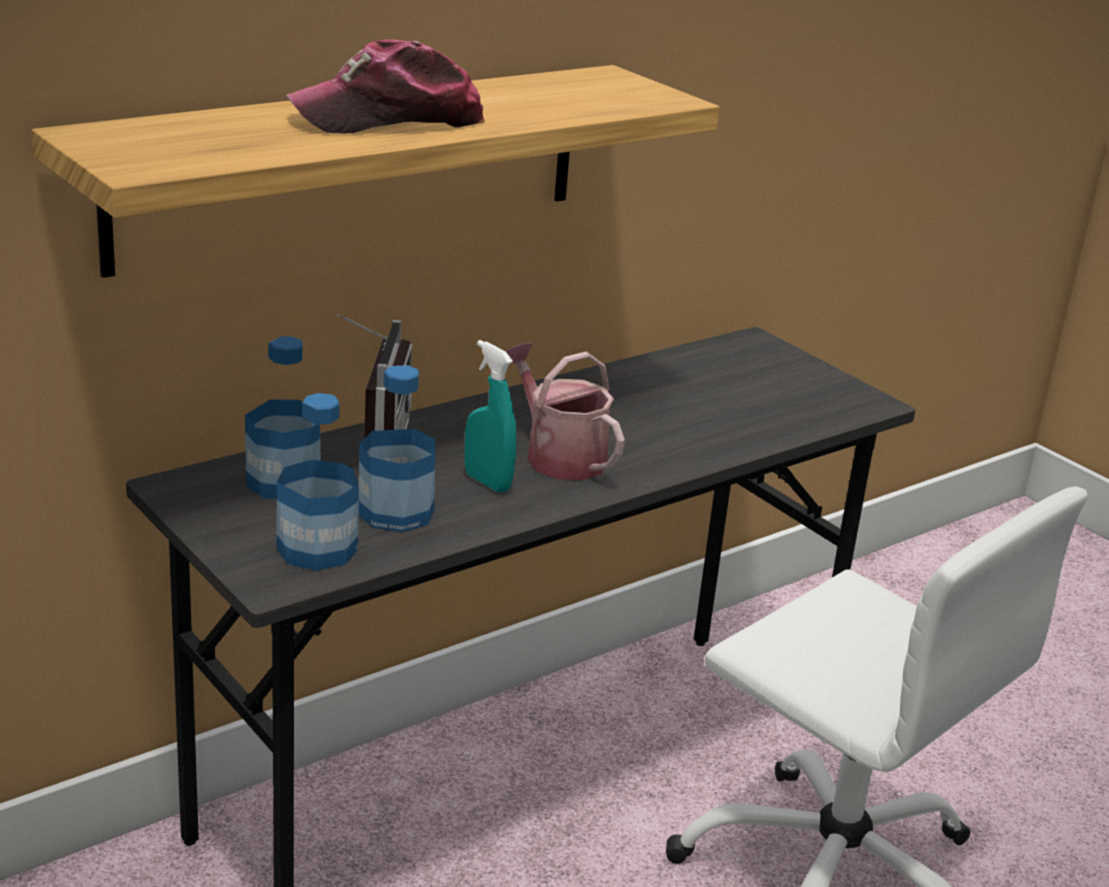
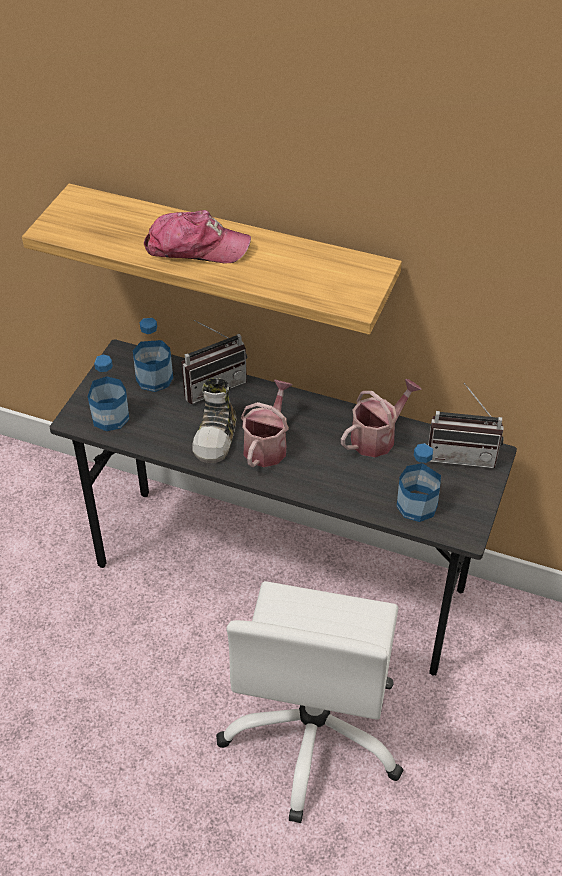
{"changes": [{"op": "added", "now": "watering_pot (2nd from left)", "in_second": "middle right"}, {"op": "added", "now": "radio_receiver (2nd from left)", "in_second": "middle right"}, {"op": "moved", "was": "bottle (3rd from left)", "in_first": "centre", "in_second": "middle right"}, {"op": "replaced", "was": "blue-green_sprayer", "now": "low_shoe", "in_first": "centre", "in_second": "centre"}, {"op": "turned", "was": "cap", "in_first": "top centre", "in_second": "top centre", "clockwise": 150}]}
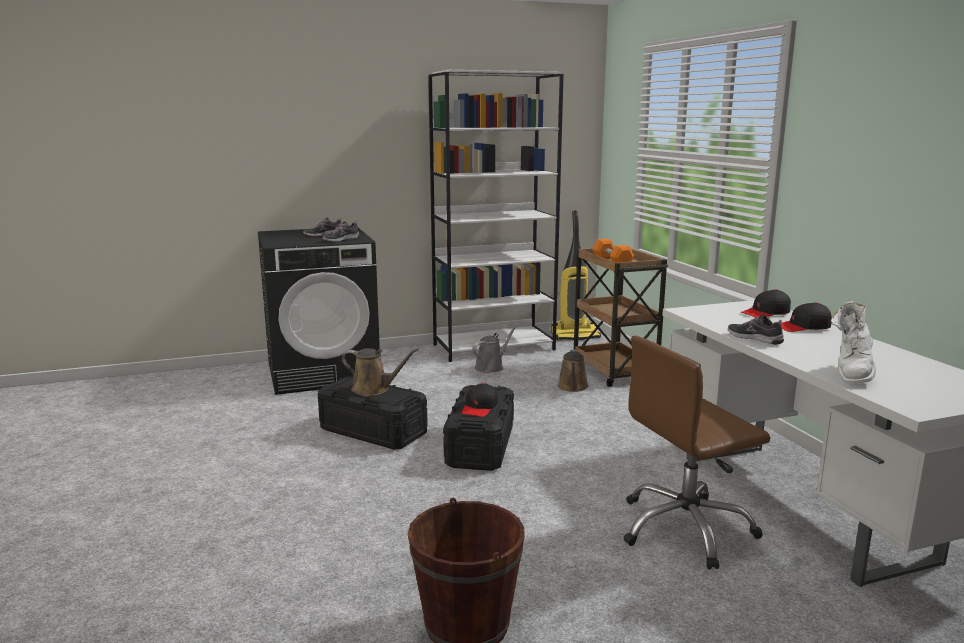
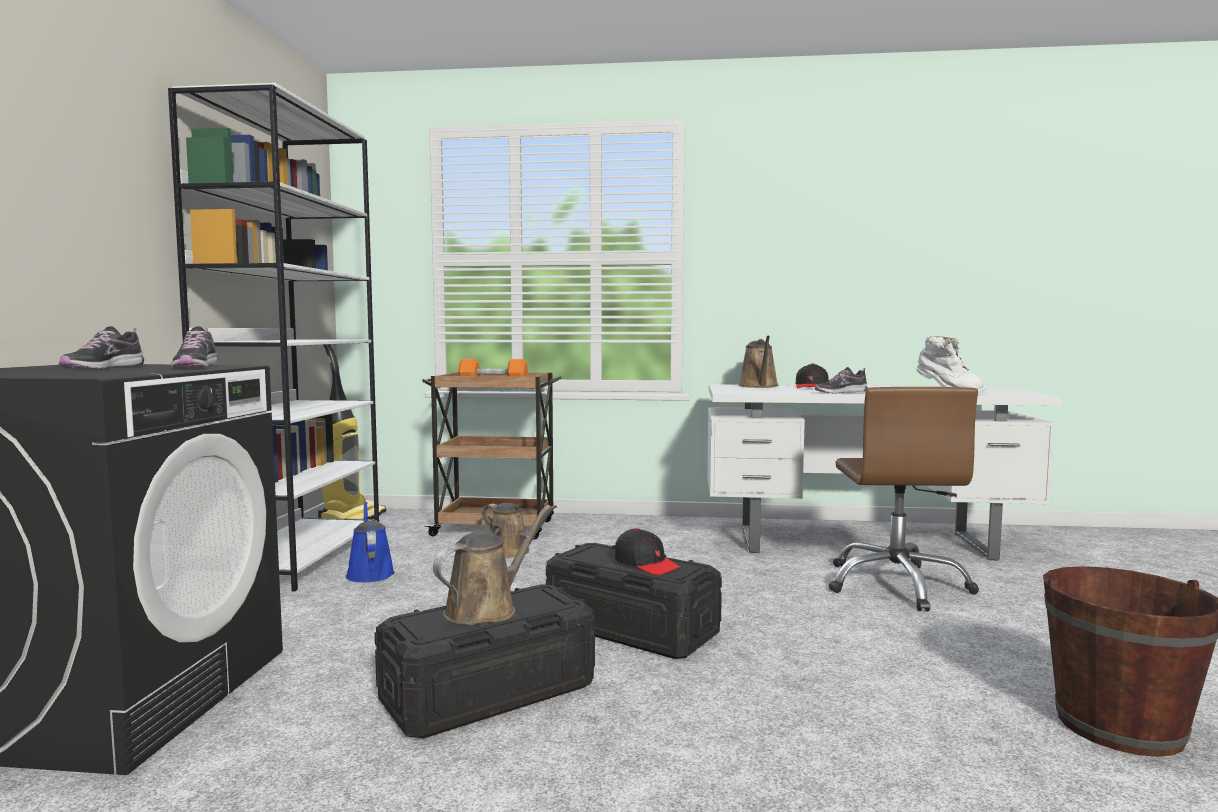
{"changes": [{"op": "replaced", "was": "blackish_cap (2nd from left)", "now": "brown-coloured_watering_pot (3rd from left)", "in_first": "middle right", "in_second": "centre"}, {"op": "recoloured", "was": "grey_watering_pot", "now": "blue-coloured_watering_pot", "in_first": "centre", "in_second": "middle left"}]}
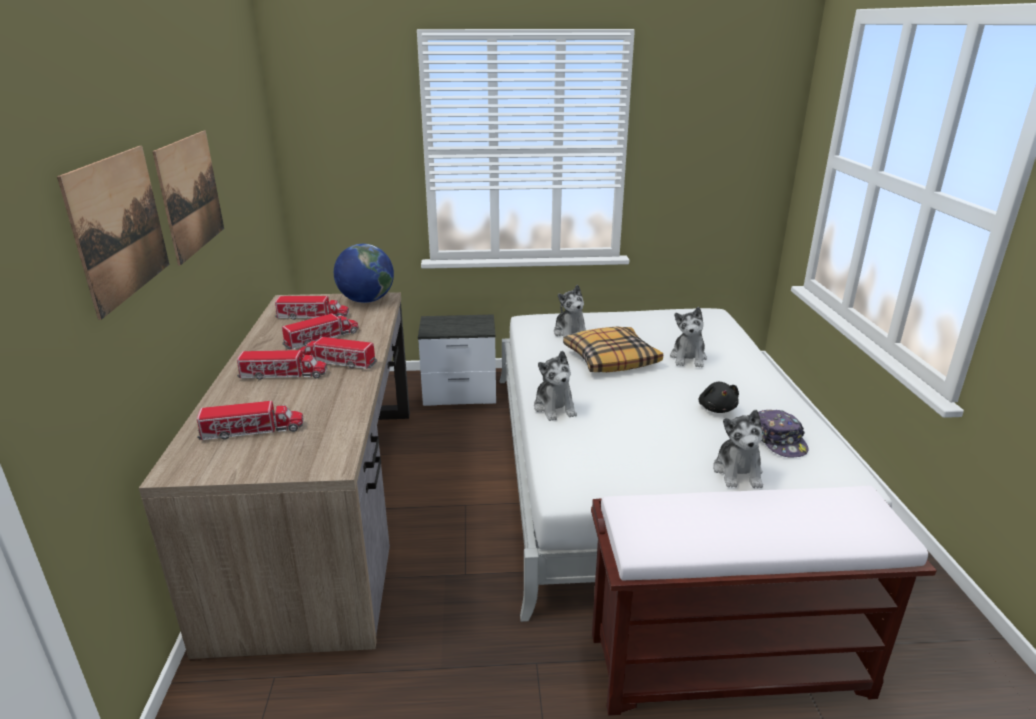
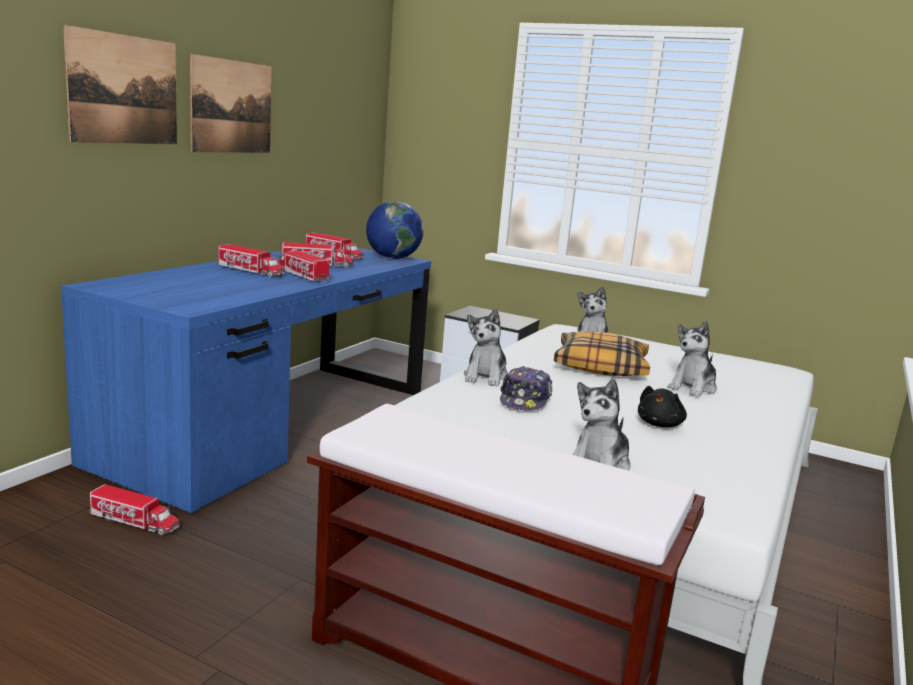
{"changes": [{"op": "moved", "was": "toy_lorry (1st from left)", "in_first": "middle left", "in_second": "bottom left"}, {"op": "moved", "was": "cap", "in_first": "middle right", "in_second": "centre"}, {"op": "recoloured", "was": "brown-coloured_desk_table", "now": "blue-coloured_desk_table", "in_first": "middle left", "in_second": "middle left"}]}
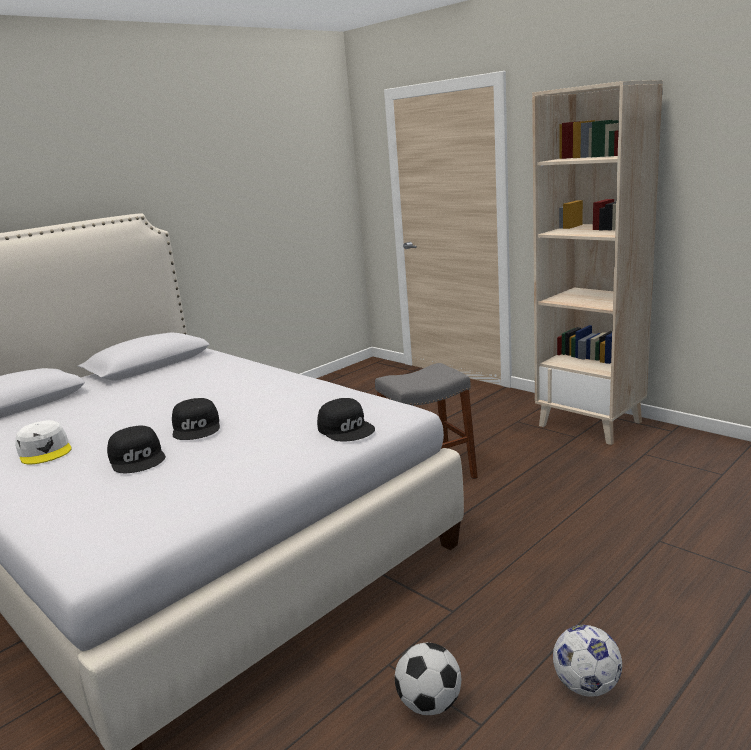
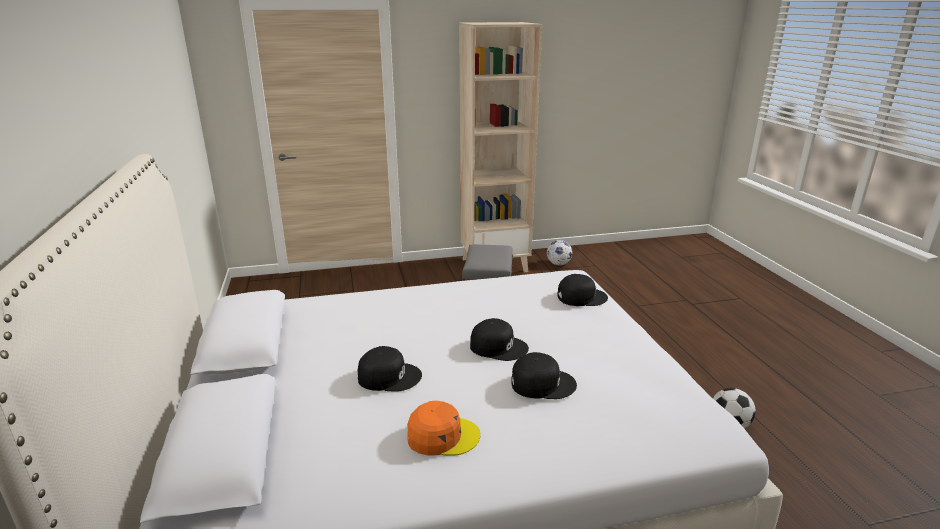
{"changes": [{"op": "added", "now": "blackish_cap (1st from left)", "in_second": "bottom centre"}, {"op": "moved", "was": "football_ball (2nd from left in the first image)", "now": "football_ball (1st from left)", "in_first": "bottom right", "in_second": "centre"}, {"op": "recoloured", "was": "whitish_cap", "now": "orangey_cap", "in_first": "middle left", "in_second": "bottom centre"}]}
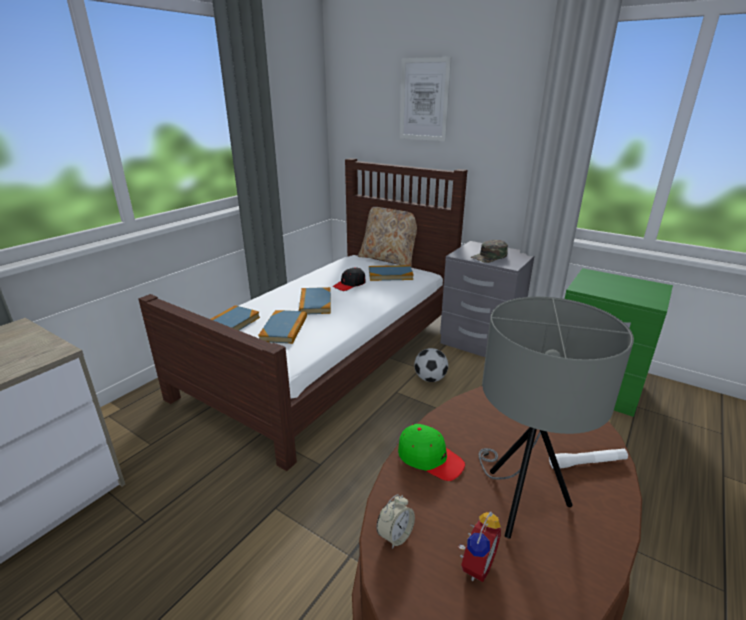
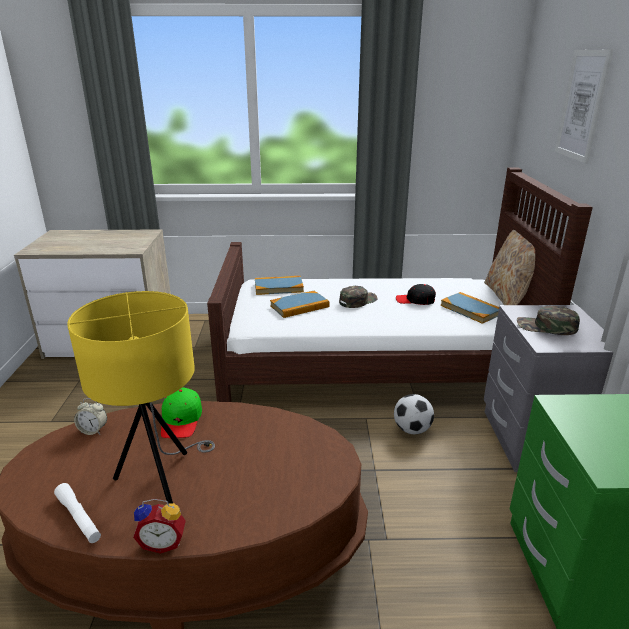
{"changes": [{"op": "moved", "was": "table_clock (2nd from left)", "in_first": "bottom centre", "in_second": "bottom left"}, {"op": "moved", "was": "whitish_torch", "in_first": "bottom right", "in_second": "bottom left"}, {"op": "replaced", "was": "volume (3rd from left)", "now": "green_cap (2nd from left)", "in_first": "centre", "in_second": "centre"}, {"op": "recoloured", "was": "grey_table_lamp", "now": "yellowish_table_lamp", "in_first": "bottom right", "in_second": "middle left"}]}
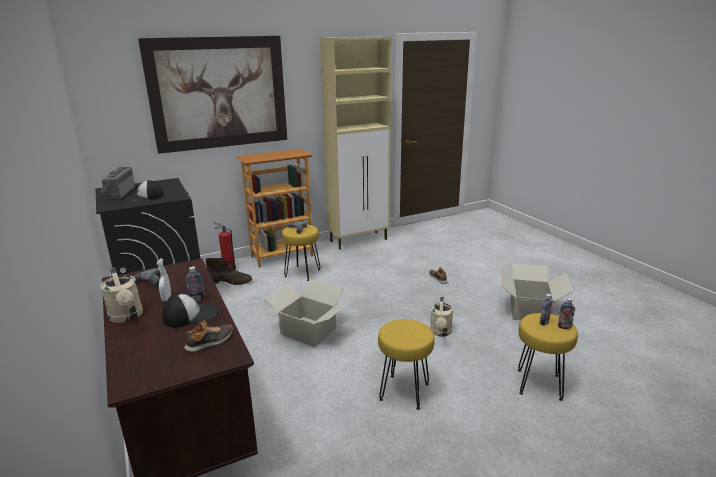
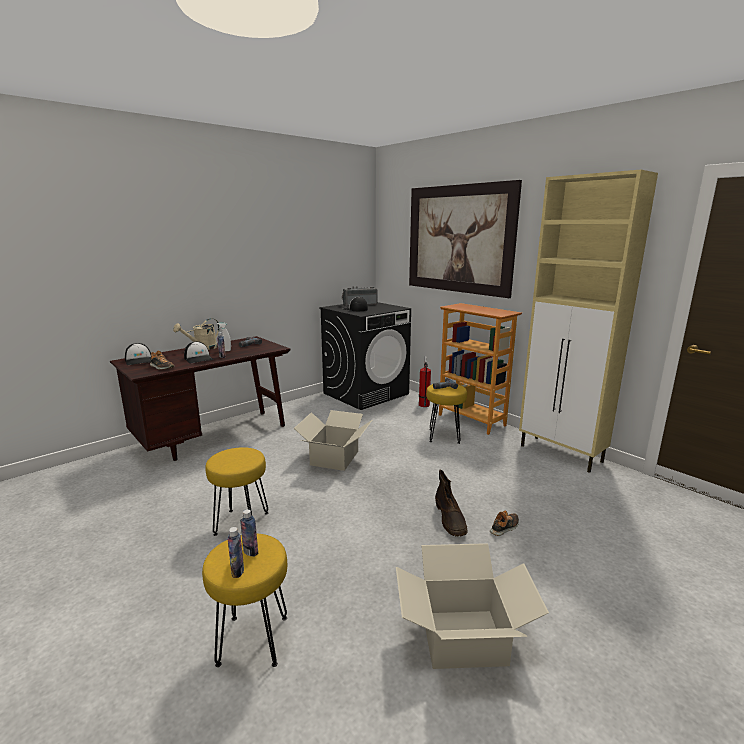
{"changes": [{"op": "removed", "was": "beige_watering_pot (2nd from left)", "in_first": "centre"}, {"op": "added", "now": "cap (1st from left)", "in_second": "middle left"}, {"op": "moved", "was": "brown-coloured_boot", "in_first": "middle left", "in_second": "bottom centre"}]}
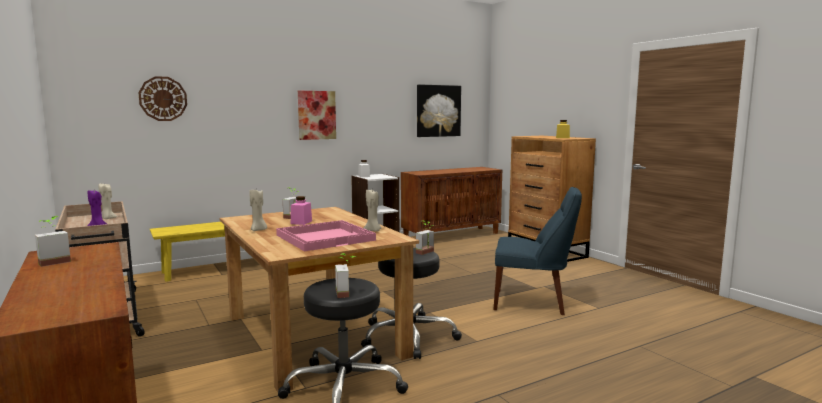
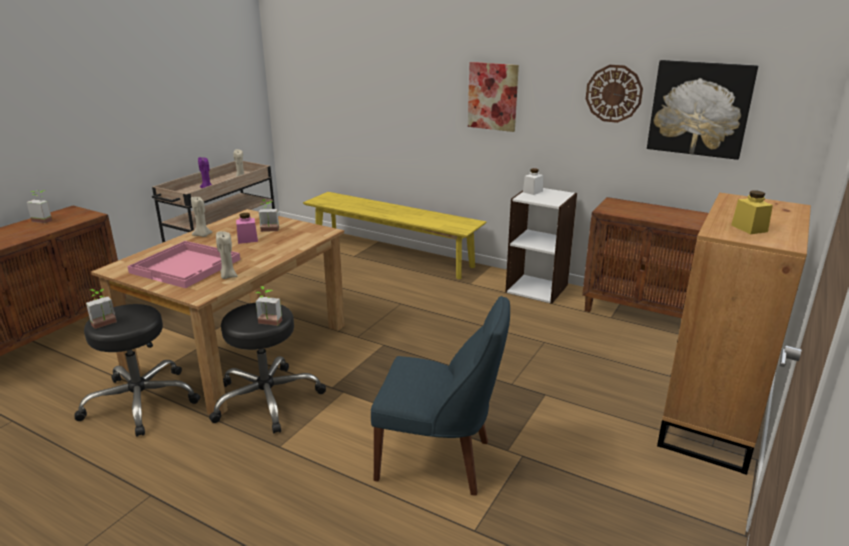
{"changes": [{"op": "moved", "was": "clock_on_the_wall", "in_first": "top left", "in_second": "top right"}, {"op": "turned", "was": "blue-coloured_chair", "in_first": "centre", "in_second": "bottom centre", "clockwise": -60}]}
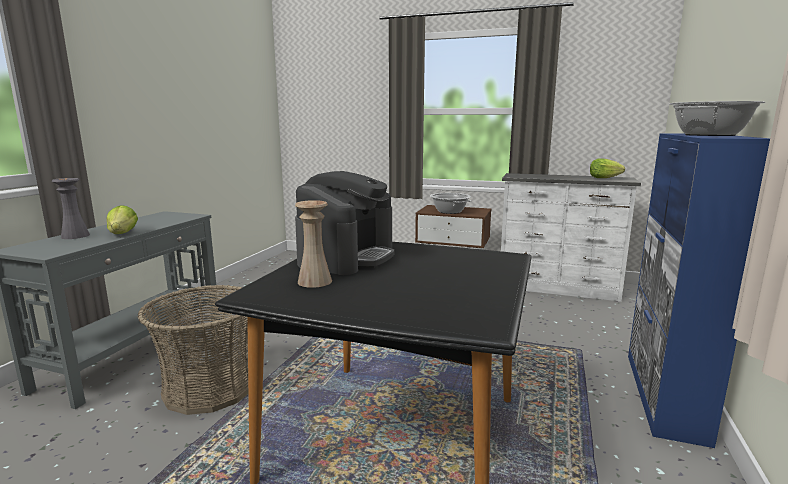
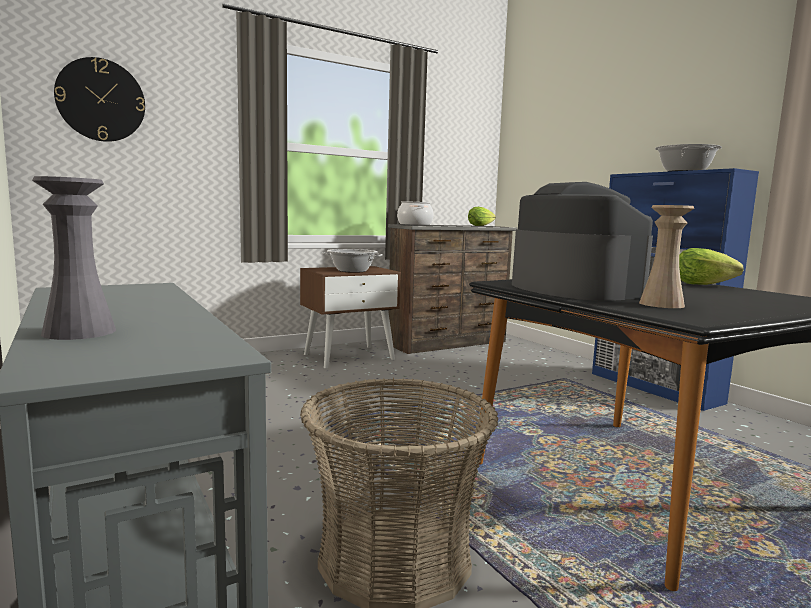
{"changes": [{"op": "added", "now": "clock_on_the_wall", "in_second": "top left"}, {"op": "added", "now": "stockpot (2nd from left)", "in_second": "centre"}, {"op": "moved", "was": "lettuce (1st from left in the first image)", "now": "lettuce (2nd from left)", "in_first": "middle left", "in_second": "middle right"}, {"op": "recoloured", "was": "whitish_chest_of_drawers", "now": "brown-coloured_chest_of_drawers", "in_first": "middle right", "in_second": "centre"}]}
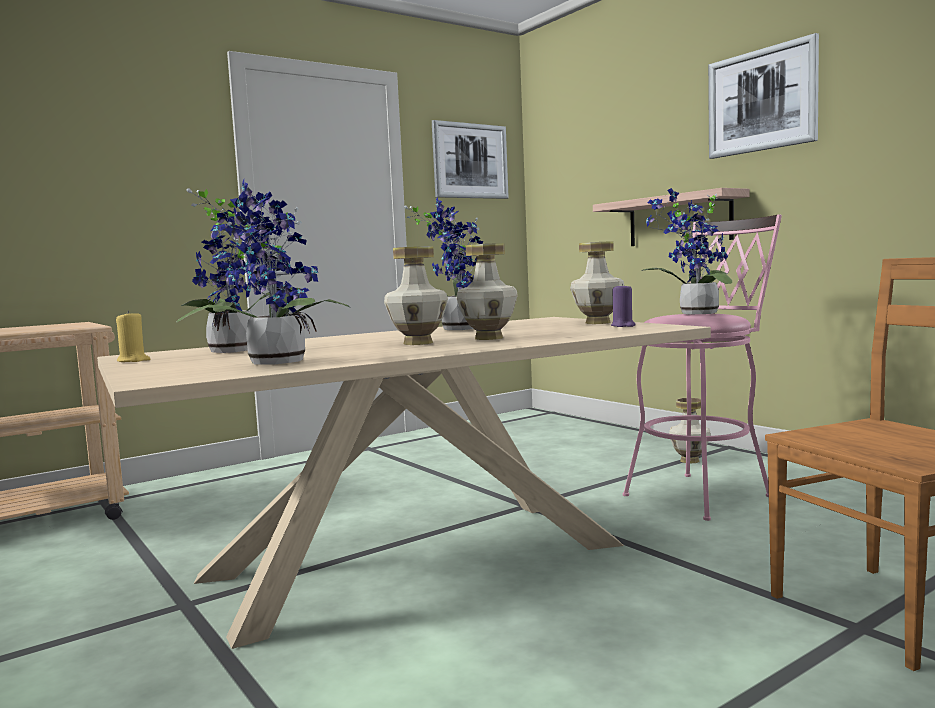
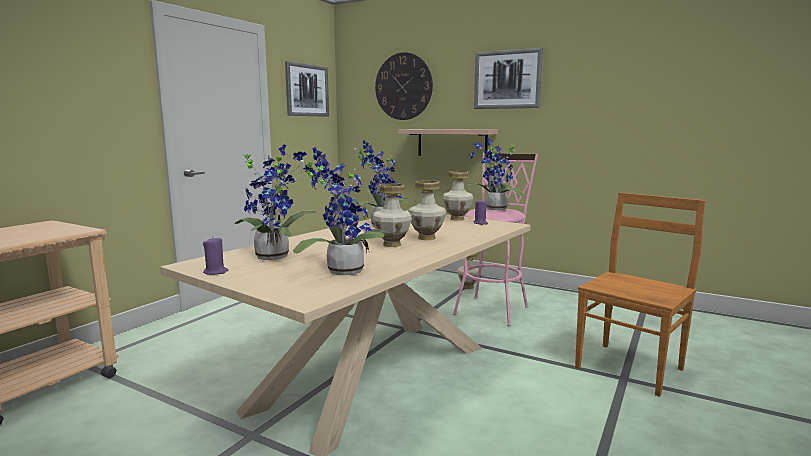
{"changes": [{"op": "added", "now": "clock_on_the_wall", "in_second": "top centre"}, {"op": "recoloured", "was": "yellowish_candle", "now": "purple-coloured_candle (1st from left)", "in_first": "middle left", "in_second": "middle left"}]}
